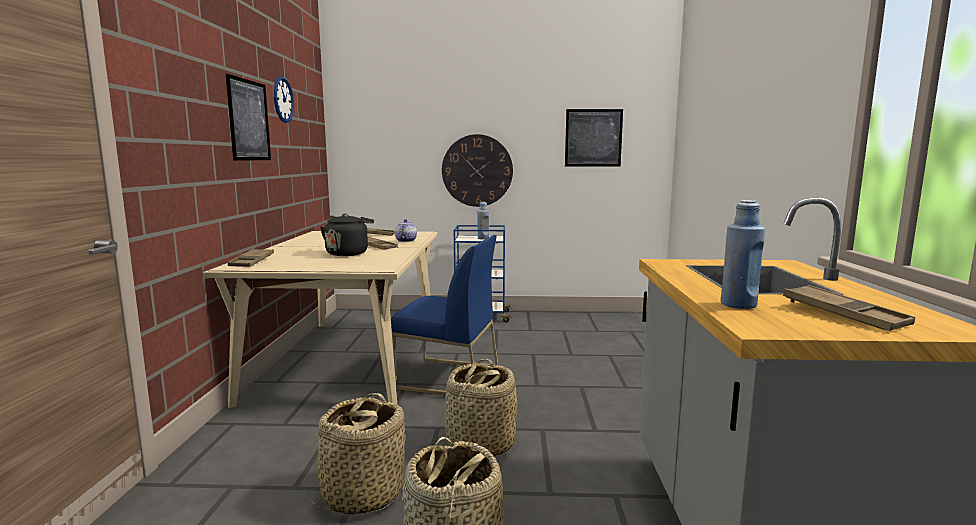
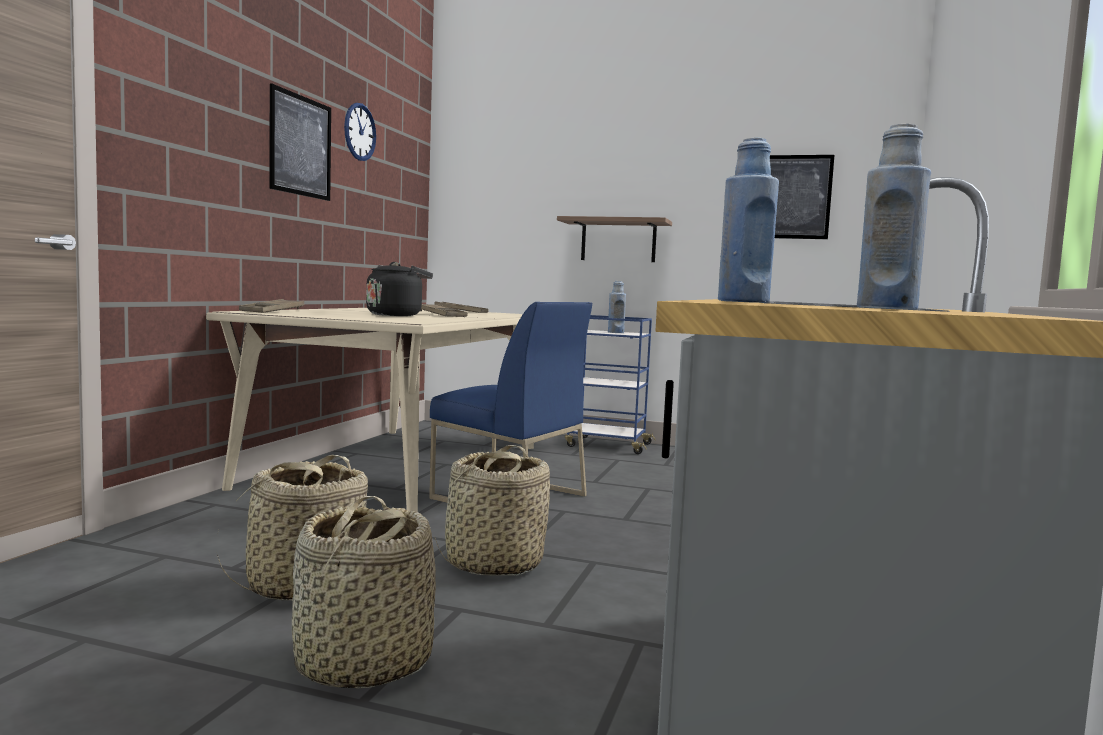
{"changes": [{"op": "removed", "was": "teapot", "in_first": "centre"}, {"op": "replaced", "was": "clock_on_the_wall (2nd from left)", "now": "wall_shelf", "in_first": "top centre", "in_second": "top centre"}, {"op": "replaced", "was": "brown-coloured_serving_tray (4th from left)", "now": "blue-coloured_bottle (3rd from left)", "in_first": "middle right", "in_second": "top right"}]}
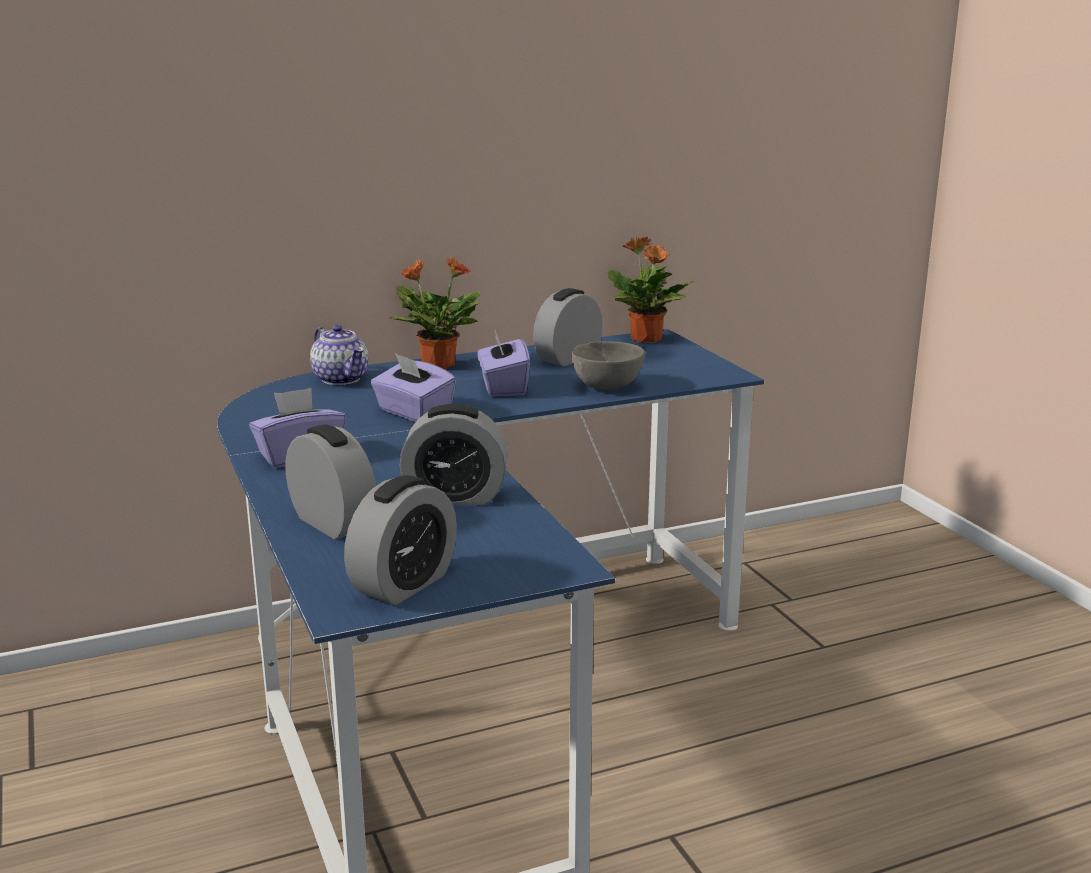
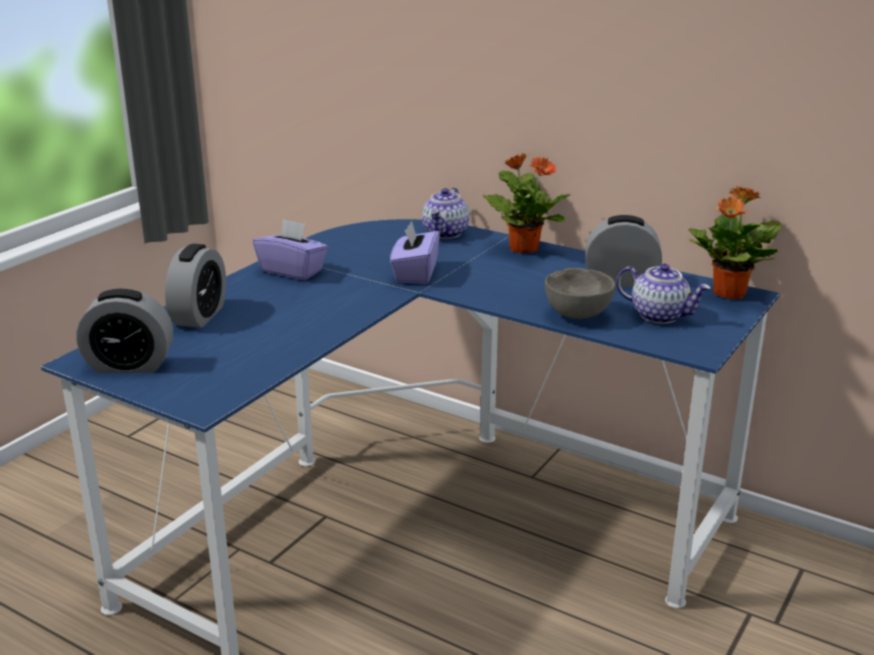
{"changes": [{"op": "removed", "was": "table_clock (3rd from left)", "in_first": "centre"}, {"op": "removed", "was": "purple-coloured_tissue_box (3rd from left)", "in_first": "centre"}, {"op": "added", "now": "teapot (2nd from left)", "in_second": "middle right"}]}
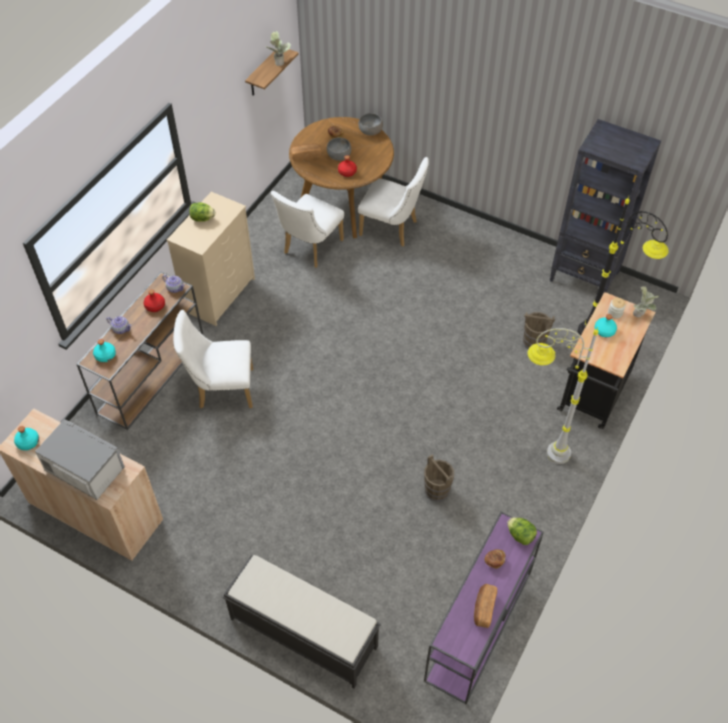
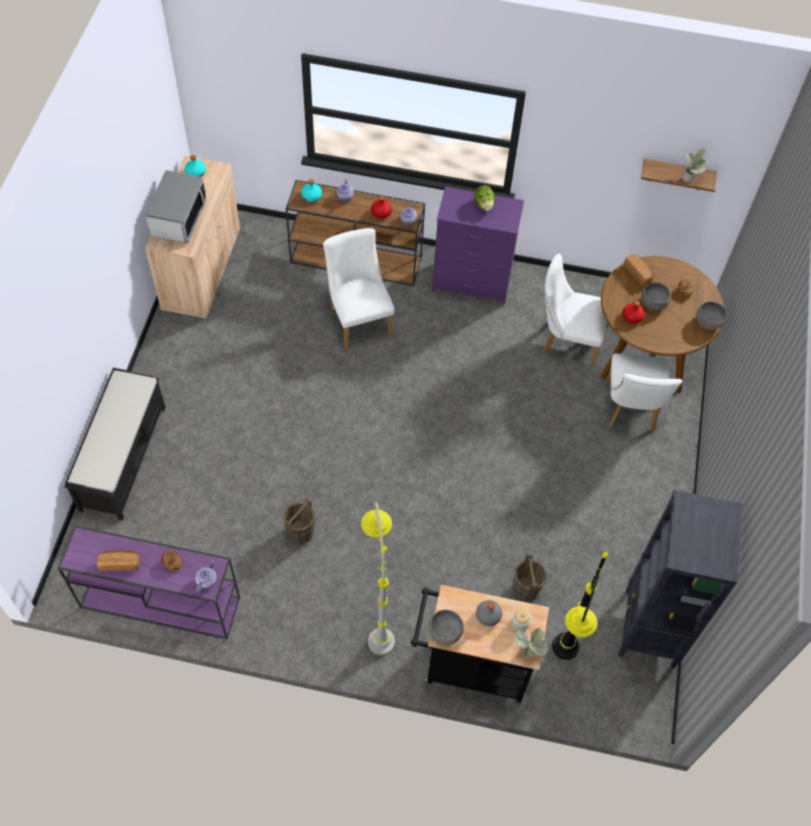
{"changes": [{"op": "added", "now": "grey_bowl (1st from left)", "in_second": "bottom centre"}, {"op": "replaced", "was": "lettuce (2nd from left)", "now": "teapot (1st from left)", "in_first": "bottom right", "in_second": "bottom left"}, {"op": "recoloured", "was": "beige_chest_of_drawers", "now": "purple-coloured_chest_of_drawers", "in_first": "middle left", "in_second": "top centre"}, {"op": "recoloured", "was": "blue-green_bottle (3rd from left)", "now": "grey_bottle", "in_first": "middle right", "in_second": "bottom centre"}]}
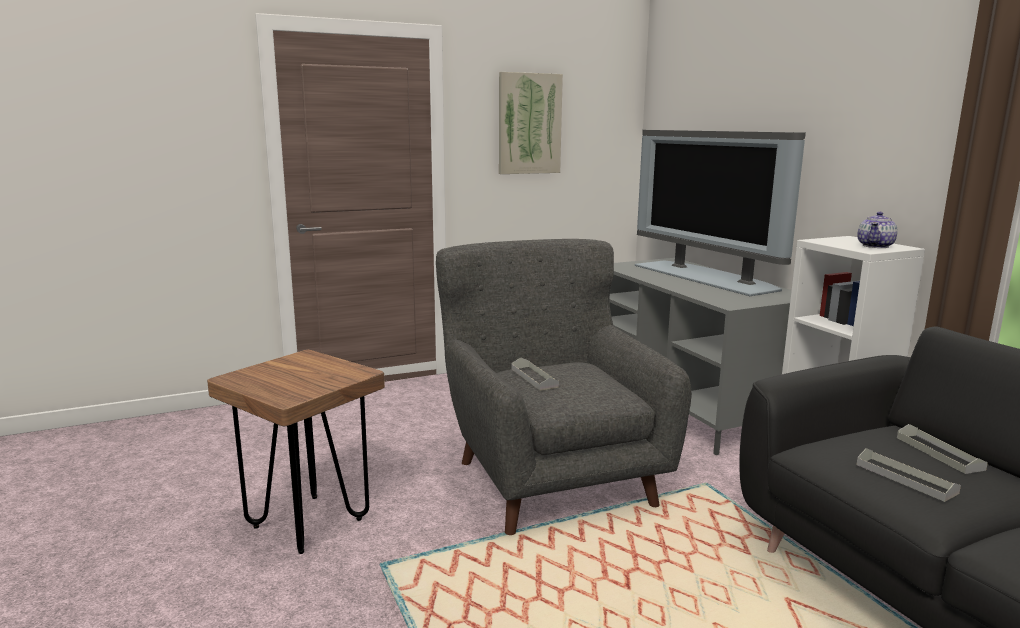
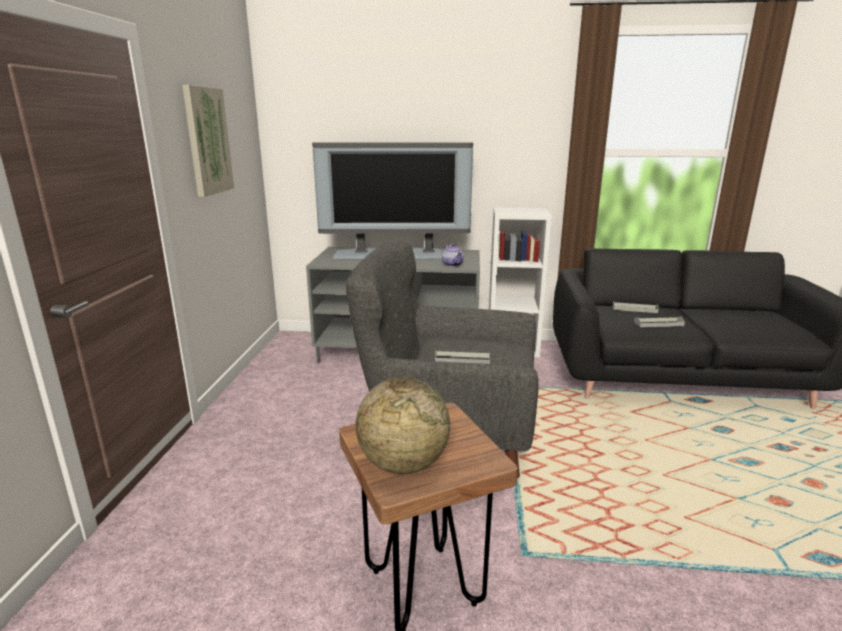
{"changes": [{"op": "added", "now": "world_globe", "in_second": "bottom centre"}, {"op": "moved", "was": "teapot", "in_first": "middle right", "in_second": "centre"}]}
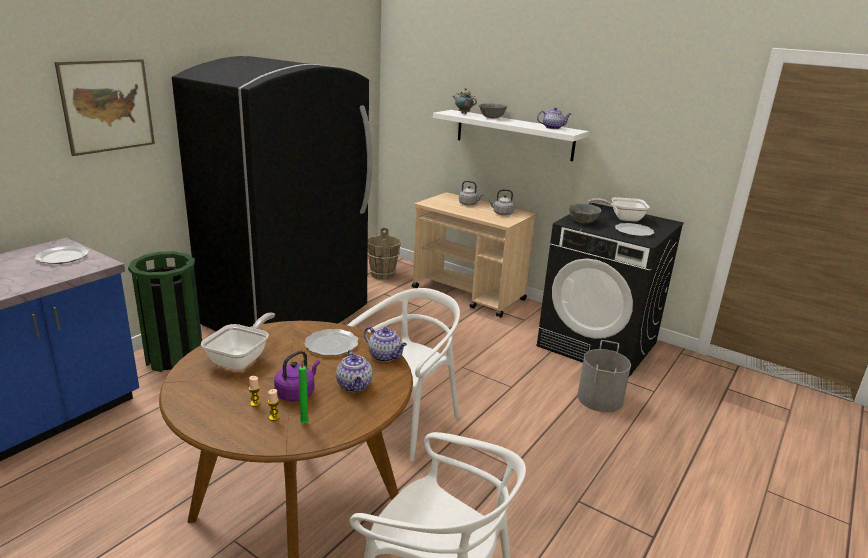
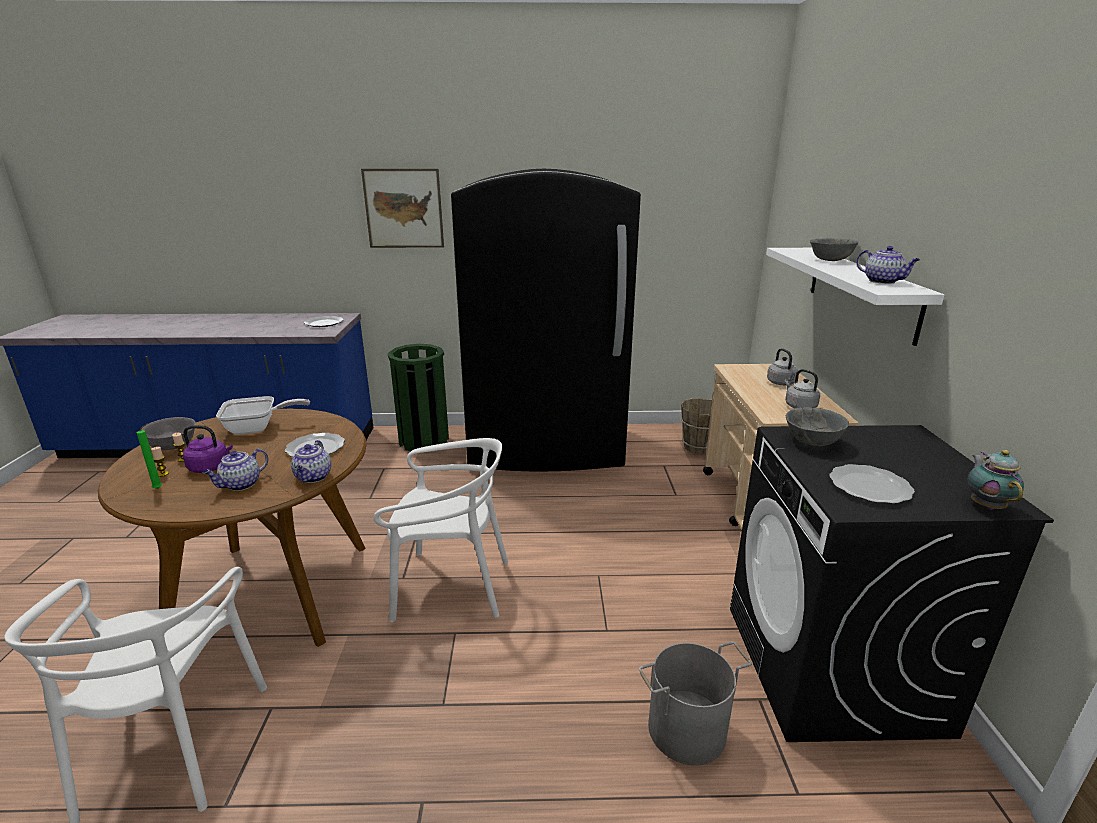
{"changes": [{"op": "removed", "was": "frying_pan (2nd from left)", "in_first": "middle right"}, {"op": "added", "now": "grey_bowl (1st from left)", "in_second": "middle left"}, {"op": "moved", "was": "teapot (3rd from left in the first image)", "now": "teapot (4th from left)", "in_first": "top centre", "in_second": "middle right"}]}
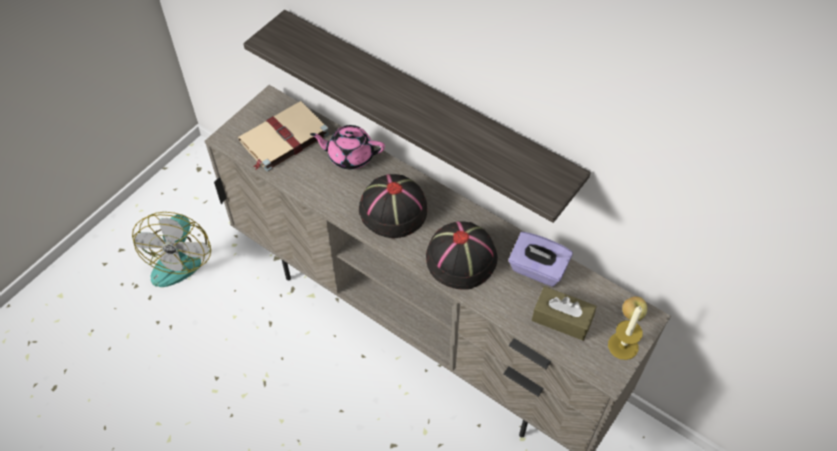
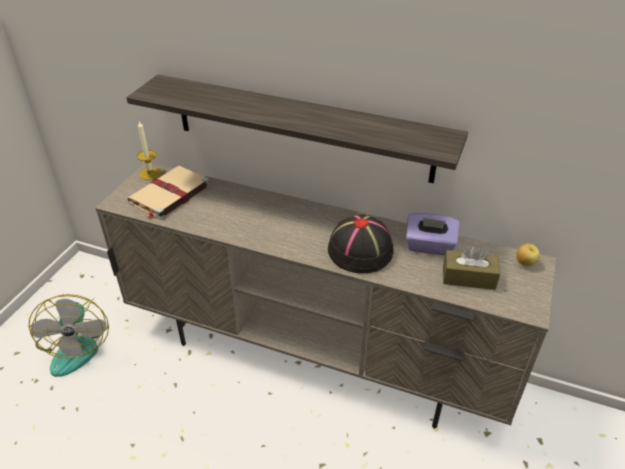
{"changes": [{"op": "removed", "was": "pinkish_teapot", "in_first": "top centre"}, {"op": "removed", "was": "blackish_clothing_hat (1st from left)", "in_first": "centre"}, {"op": "moved", "was": "candle", "in_first": "bottom right", "in_second": "top left"}]}
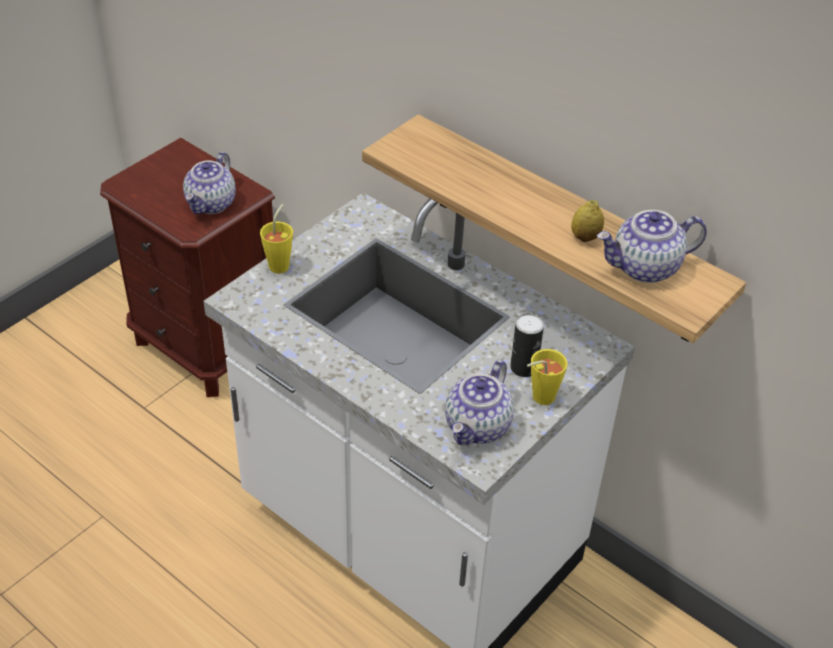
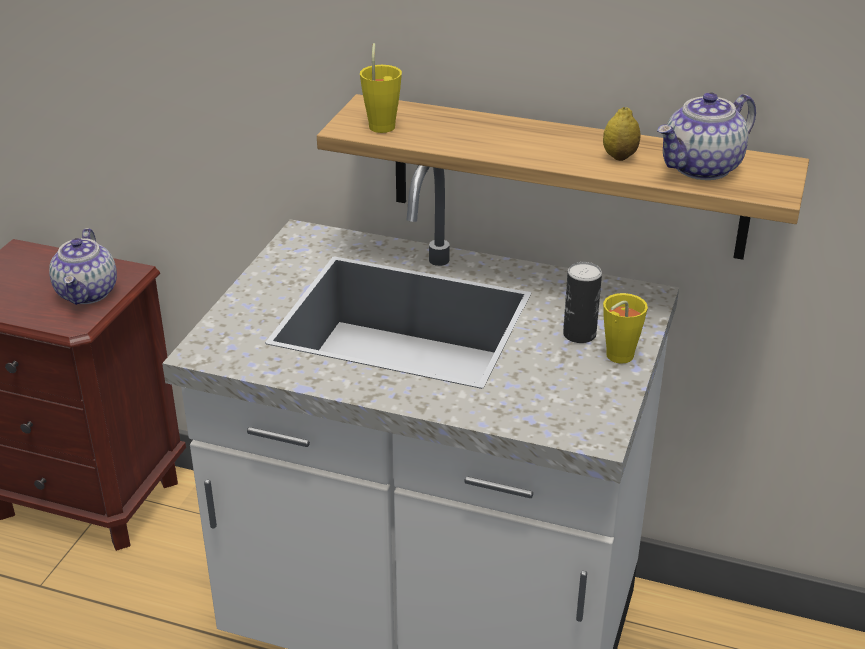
{"changes": [{"op": "removed", "was": "teapot (2nd from left)", "in_first": "centre"}, {"op": "moved", "was": "yellowish_small_cup (1st from left)", "in_first": "middle left", "in_second": "top centre"}]}
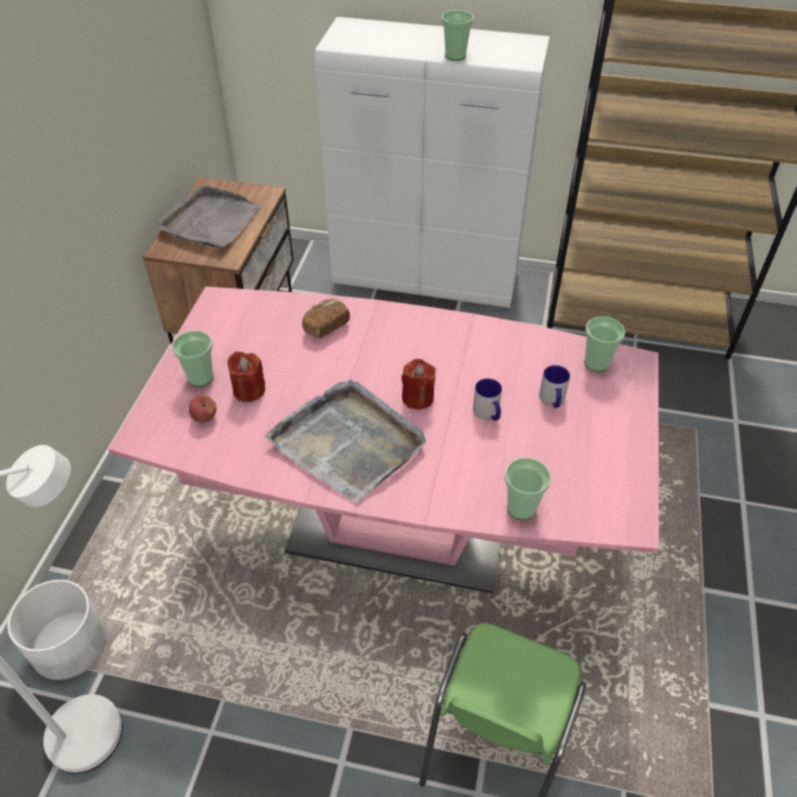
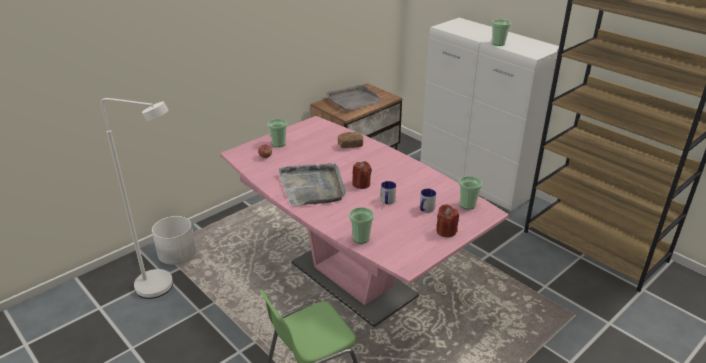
{"changes": [{"op": "moved", "was": "red_candle (1st from left in the first image)", "now": "red_candle (2nd from left)", "in_first": "middle left", "in_second": "centre"}]}
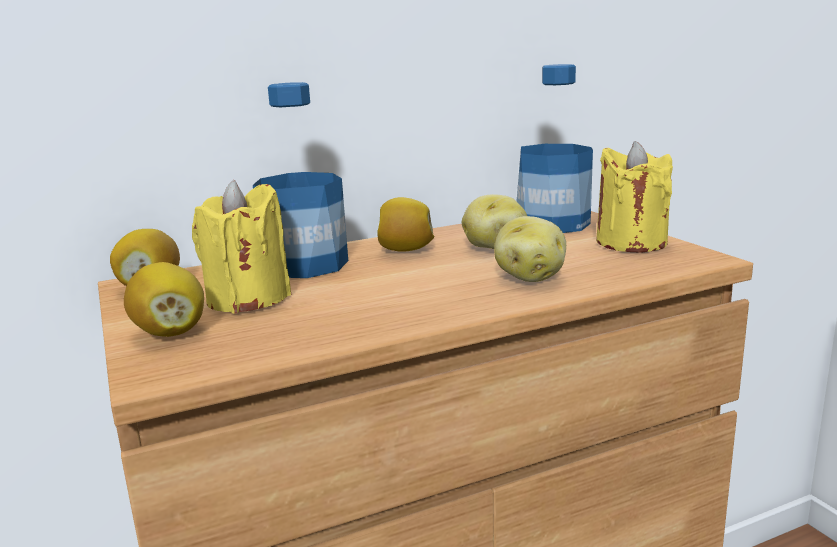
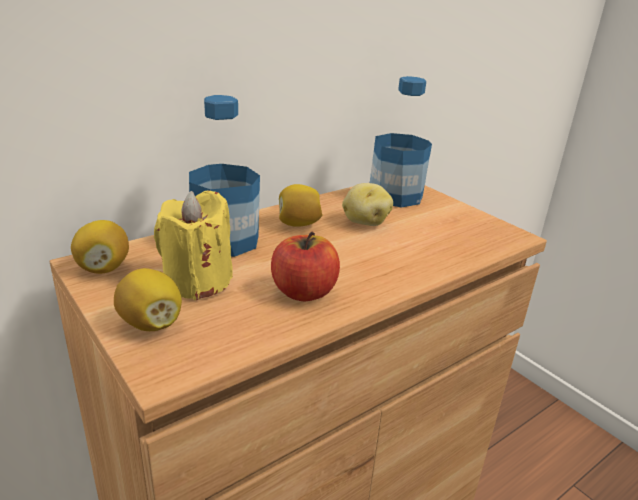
{"changes": [{"op": "removed", "was": "spud (2nd from left)", "in_first": "centre"}, {"op": "removed", "was": "yellowish_candle (2nd from left)", "in_first": "middle right"}, {"op": "added", "now": "apple", "in_second": "centre"}]}
